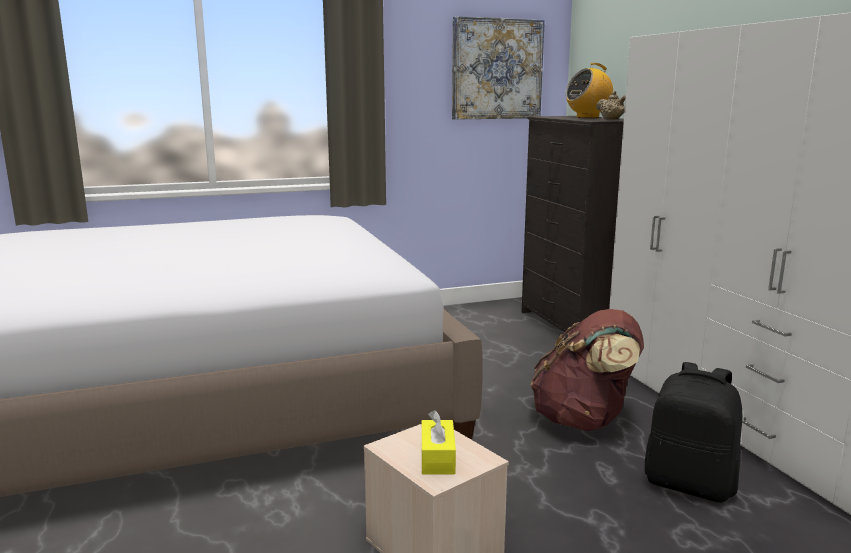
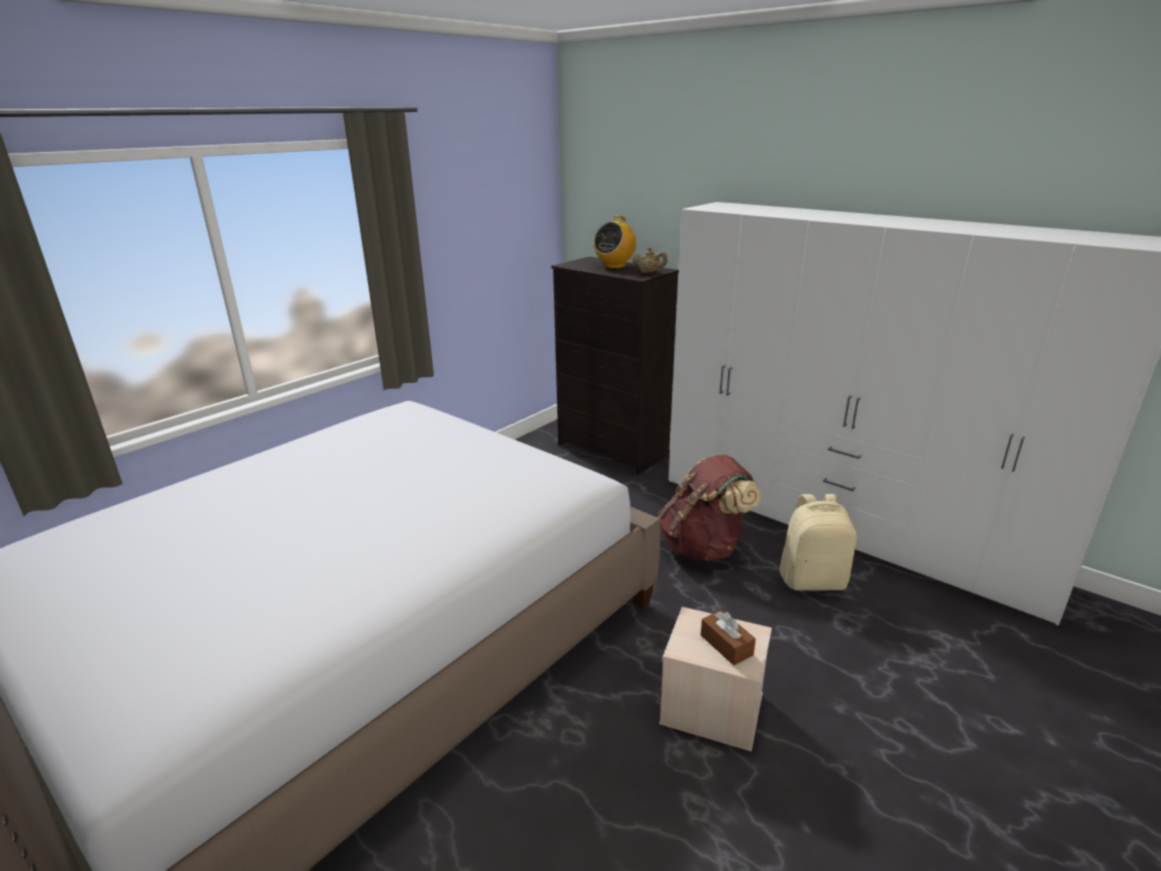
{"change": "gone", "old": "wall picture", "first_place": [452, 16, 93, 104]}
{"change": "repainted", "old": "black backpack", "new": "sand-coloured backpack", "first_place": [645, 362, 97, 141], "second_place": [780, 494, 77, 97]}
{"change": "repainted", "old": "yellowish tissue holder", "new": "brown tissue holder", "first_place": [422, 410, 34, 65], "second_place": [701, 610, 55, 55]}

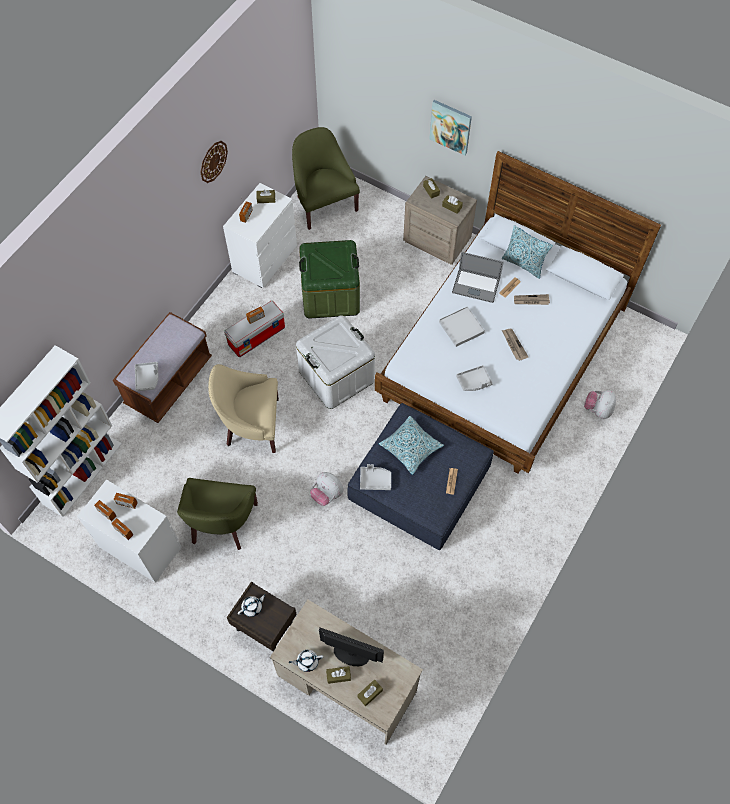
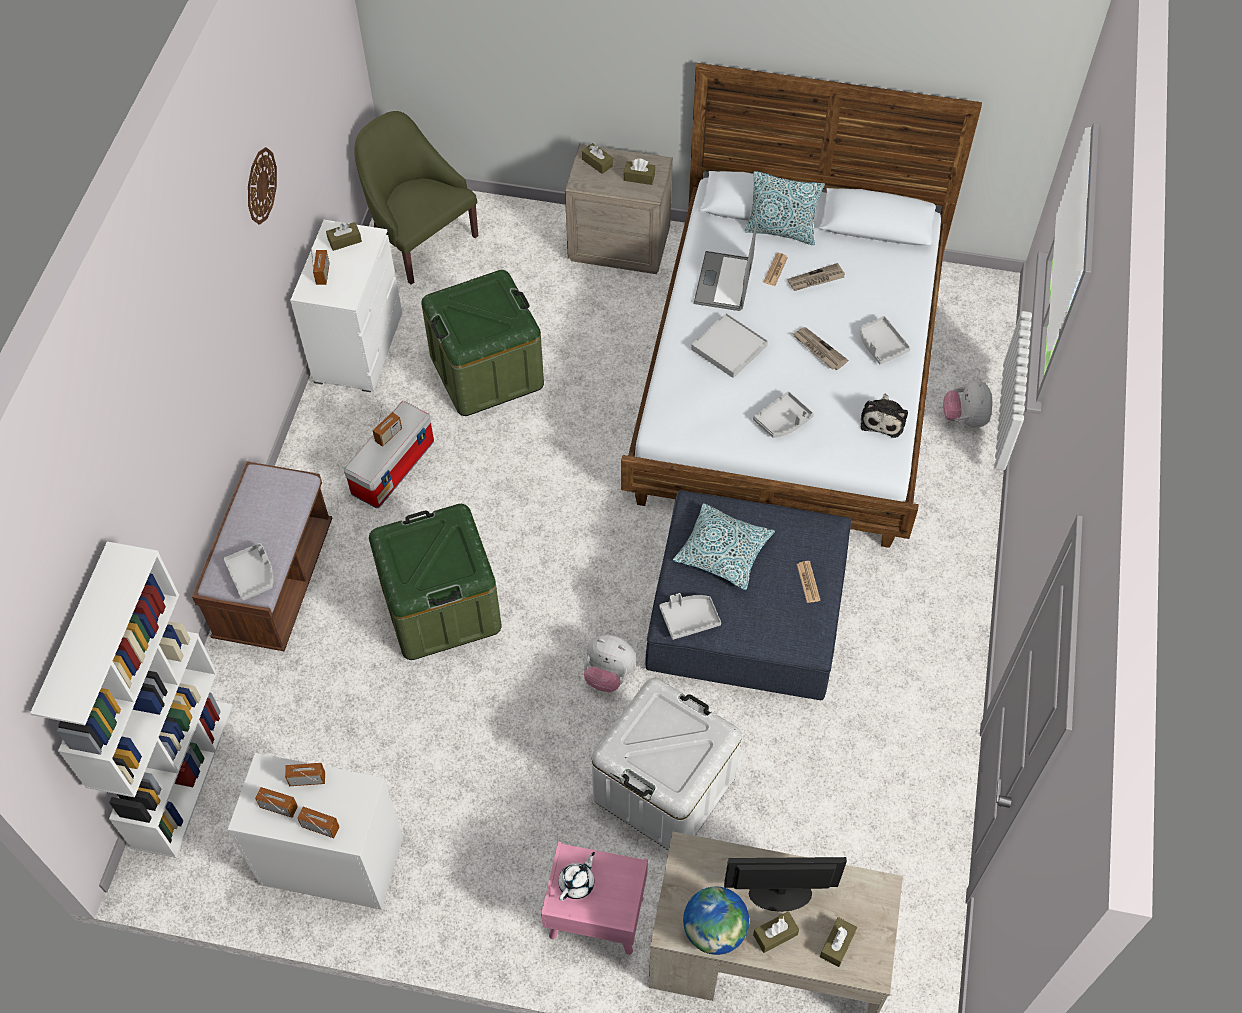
{"change": "gone", "old": "wall picture", "first_place": [429, 100, 43, 55]}
{"change": "rotated", "old": "portable computer", "first_place": [452, 252, 52, 51], "second_place": [694, 226, 63, 85], "degrees": 105}
{"change": "shifted", "old": "whitish storage container", "first_place": [296, 315, 79, 94], "second_place": [591, 678, 151, 173]}
{"change": "swapped", "old": "sand-coloured easy chair", "new": "green storage container", "first_place": [208, 364, 71, 89], "second_place": [369, 504, 133, 156]}
{"change": "gone", "old": "green easy chair", "first_place": [177, 478, 81, 72]}
{"change": "repainted", "old": "brown nightstand", "new": "pink nightstand", "first_place": [227, 581, 70, 70], "second_place": [541, 841, 107, 114]}
{"change": "swapped", "old": "whitish pot for tea", "new": "globe", "first_place": [289, 650, 35, 22], "second_place": [683, 887, 66, 68]}
{"change": "new", "new": "grey serving tray", "second_place": [860, 316, 50, 48]}
{"change": "new", "new": "cuddly toy", "second_place": [861, 393, 47, 45]}

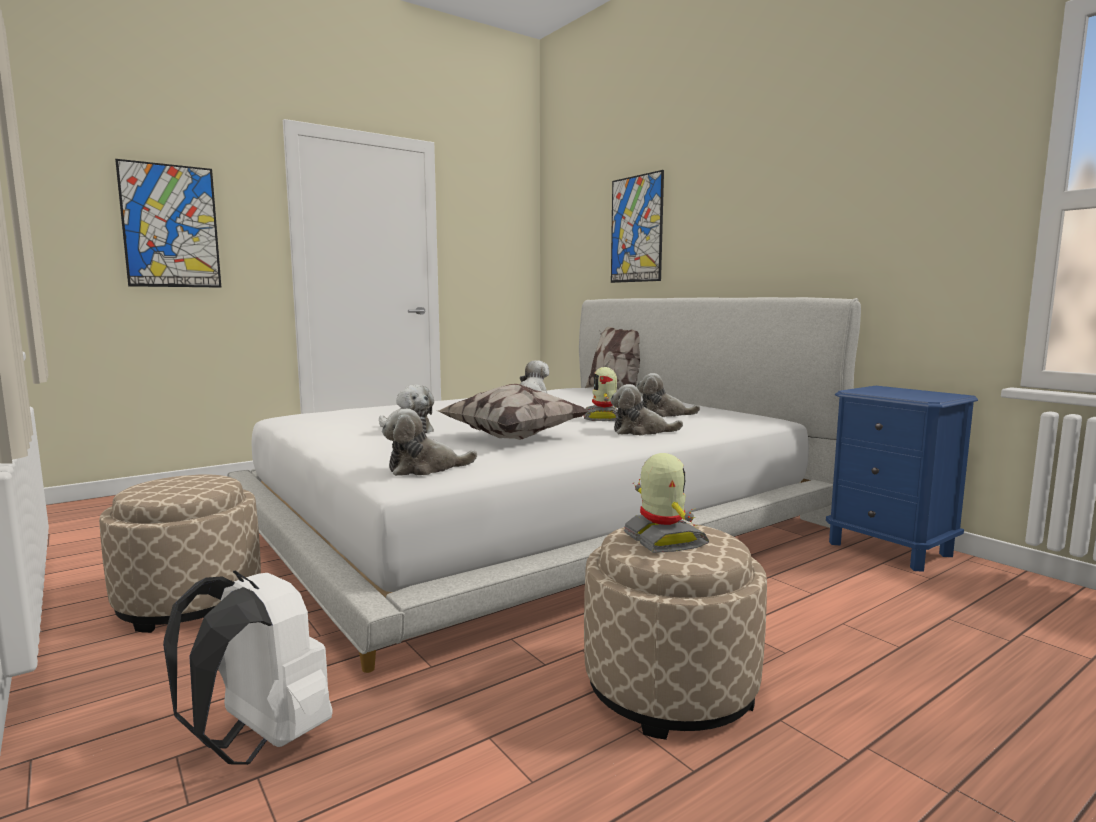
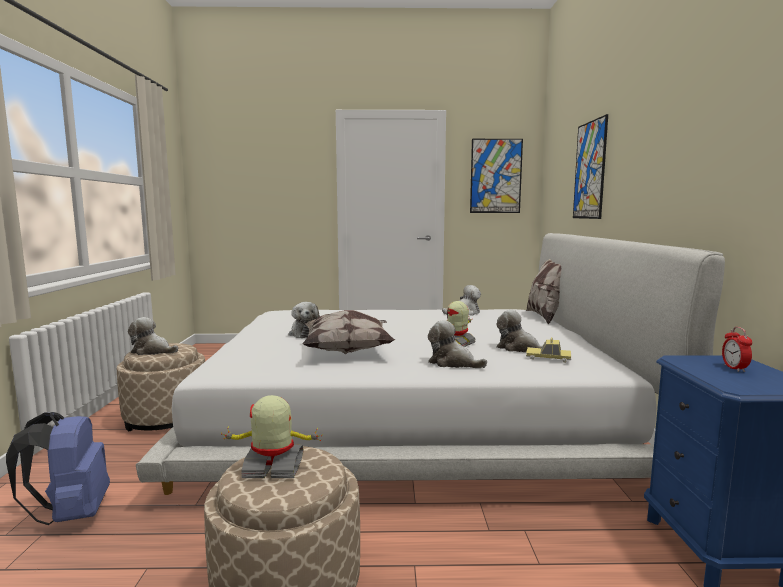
{"change": "shifted", "old": "wall picture", "first_place": [115, 159, 106, 129], "second_place": [470, 139, 53, 74]}
{"change": "shifted", "old": "cuddly toy", "first_place": [382, 409, 95, 67], "second_place": [128, 317, 50, 38]}
{"change": "rotated", "old": "model robot", "first_place": [624, 453, 85, 100], "second_place": [221, 395, 101, 83], "degrees": -105}
{"change": "repainted", "old": "whitish backpack", "new": "bluish backpack", "first_place": [163, 570, 169, 195], "second_place": [6, 412, 104, 113]}
{"change": "new", "new": "alarm clock", "second_place": [722, 327, 30, 45]}
{"change": "new", "new": "toy car", "second_place": [526, 337, 45, 26]}

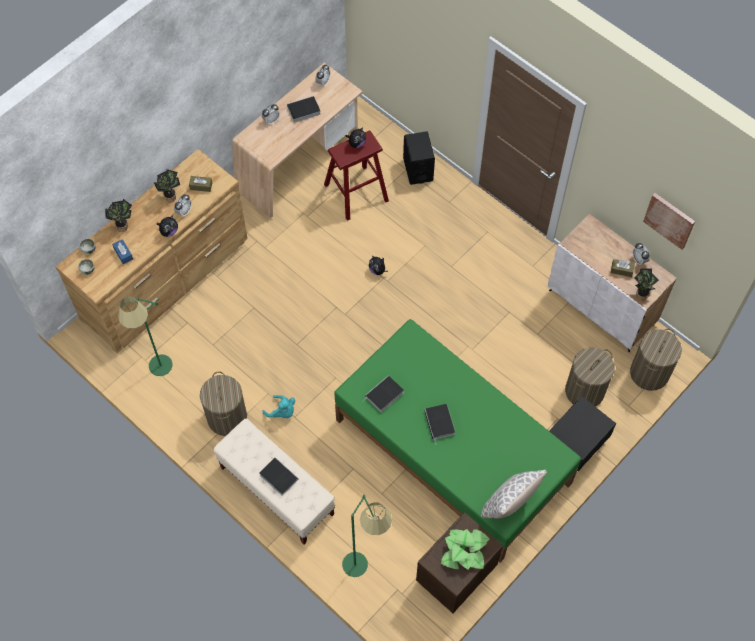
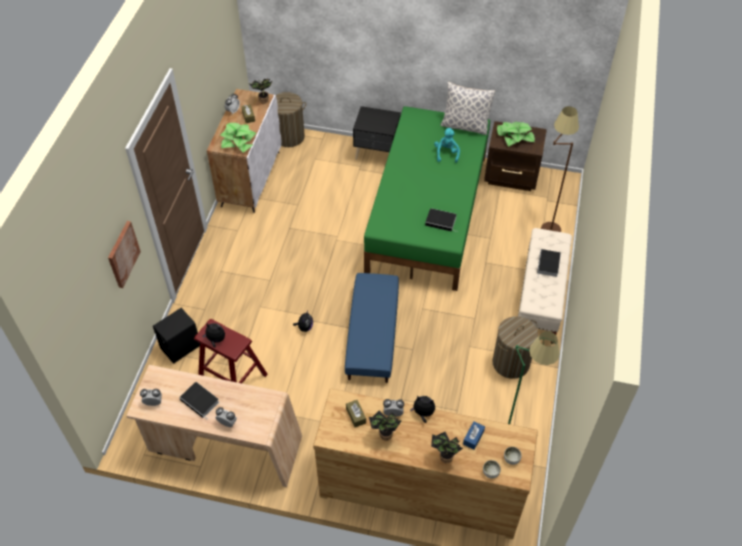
{"change": "shifted", "old": "wall picture", "first_place": [643, 193, 52, 57], "second_place": [108, 221, 33, 67]}
{"change": "gone", "old": "hamper", "first_place": [565, 348, 49, 59]}
{"change": "shifted", "old": "blue-green cuddly toy", "first_place": [262, 395, 33, 23], "second_place": [434, 128, 26, 35]}
{"change": "gone", "old": "volume", "first_place": [424, 404, 31, 41]}
{"change": "repainted", "old": "green standard lamp", "new": "brown standard lamp", "first_place": [342, 495, 50, 82], "second_place": [541, 106, 38, 126]}
{"change": "new", "new": "houseplant", "second_place": [221, 123, 35, 30]}
{"change": "new", "new": "bluish footrest", "second_place": [345, 273, 54, 110]}

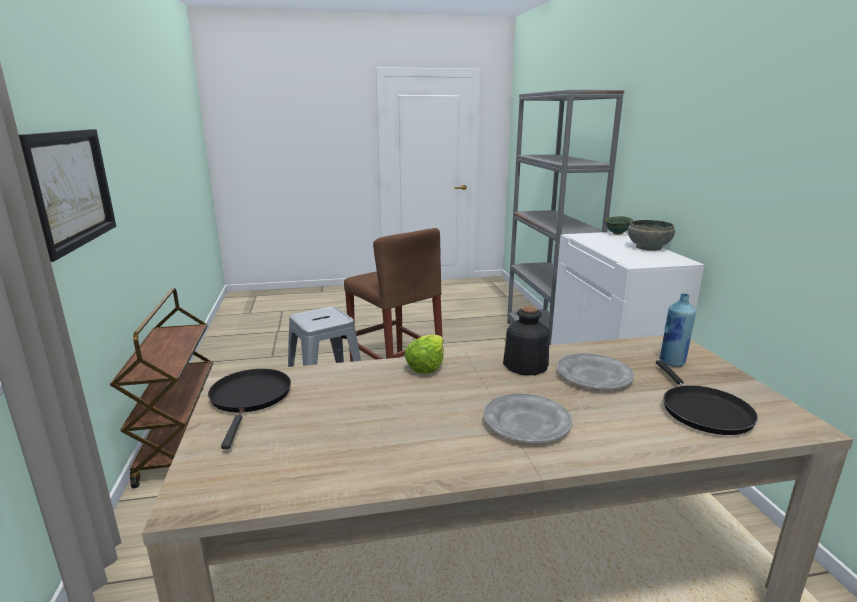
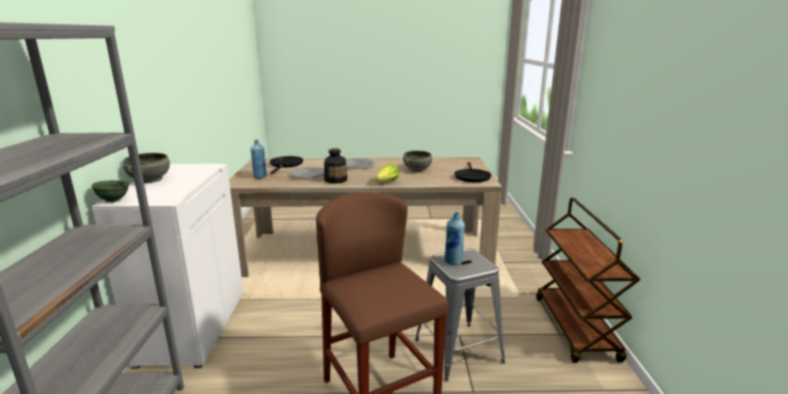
{"change": "gone", "old": "wall picture", "first_place": [19, 129, 97, 133]}
{"change": "new", "new": "grey bowl", "second_place": [403, 151, 29, 21]}
{"change": "new", "new": "bluish drink bottle", "second_place": [444, 212, 21, 53]}

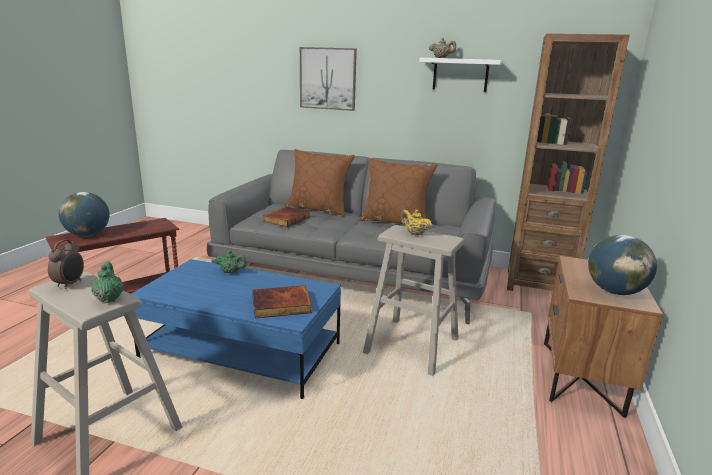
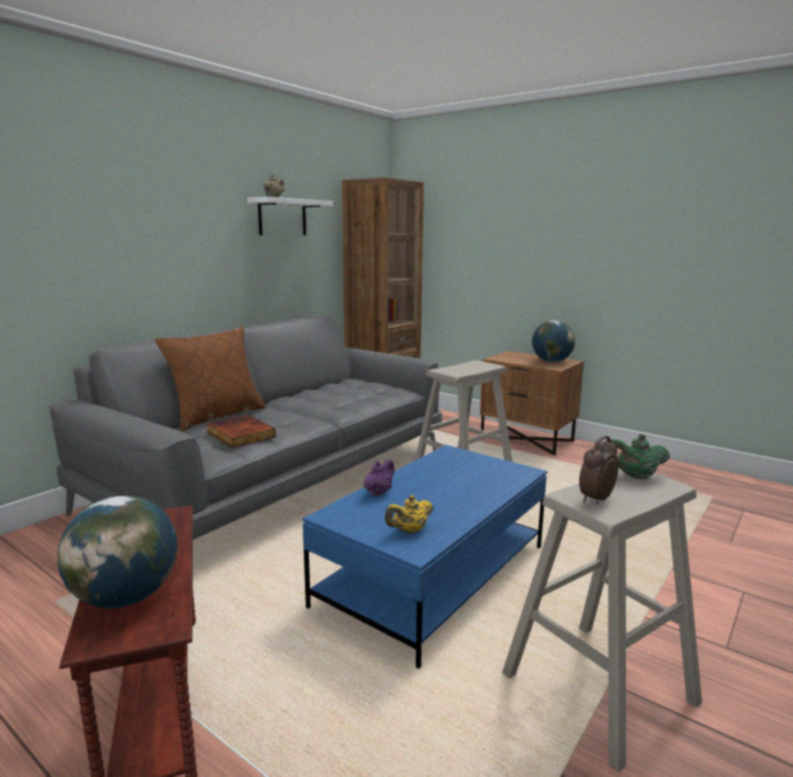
{"change": "gone", "old": "wall picture", "first_place": [300, 47, 57, 64]}
{"change": "gone", "old": "brown cushion", "first_place": [360, 158, 77, 72]}
{"change": "shifted", "old": "yellowish pot for tea", "first_place": [400, 209, 32, 26], "second_place": [385, 495, 49, 39]}
{"change": "rotated", "old": "alarm clock", "first_place": [48, 239, 36, 50], "second_place": [579, 436, 40, 69], "degrees": -75}
{"change": "repainted", "old": "green pot for tea", "new": "purplish pot for tea", "first_place": [215, 250, 32, 24], "second_place": [364, 459, 30, 37]}
{"change": "gone", "old": "volume", "first_place": [252, 285, 60, 33]}

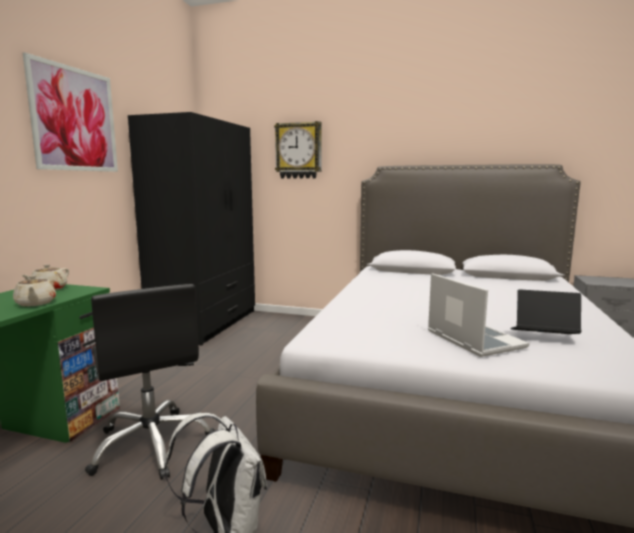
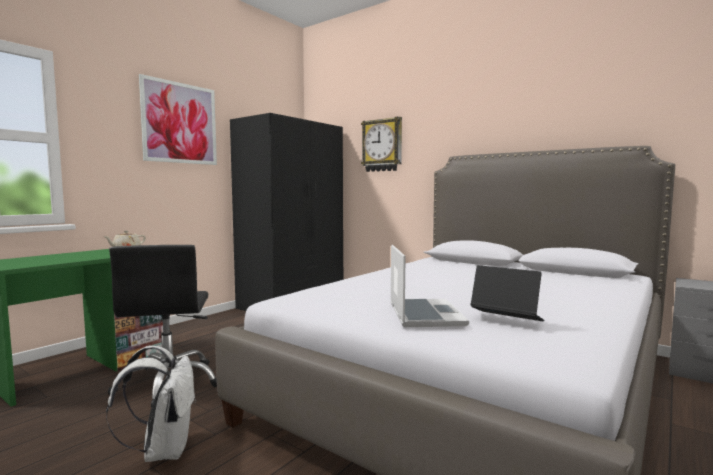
{"change": "gone", "old": "sand-coloured pot for tea", "first_place": [13, 275, 43, 31]}

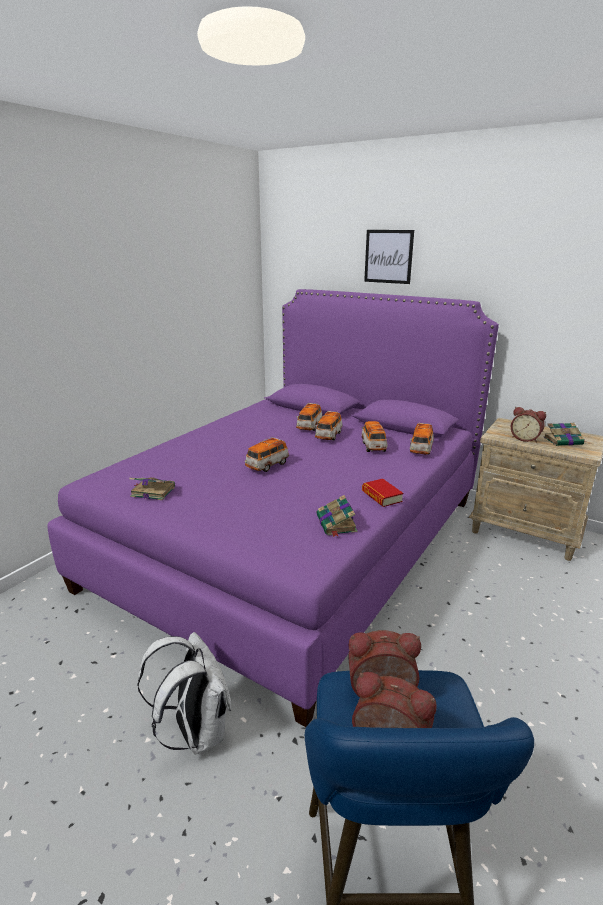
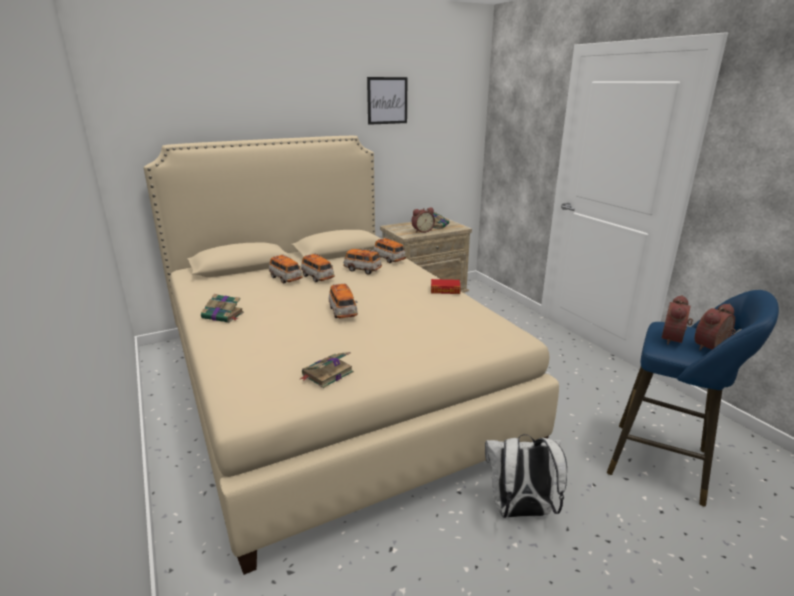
{"change": "shifted", "old": "wall picture", "first_place": [364, 230, 50, 54], "second_place": [367, 77, 40, 48]}
{"change": "repainted", "old": "purplish bed", "new": "sand-coloured bed", "first_place": [47, 289, 452, 438], "second_place": [144, 136, 415, 439]}
{"change": "shifted", "old": "volume", "first_place": [317, 495, 40, 42], "second_place": [201, 294, 43, 29]}

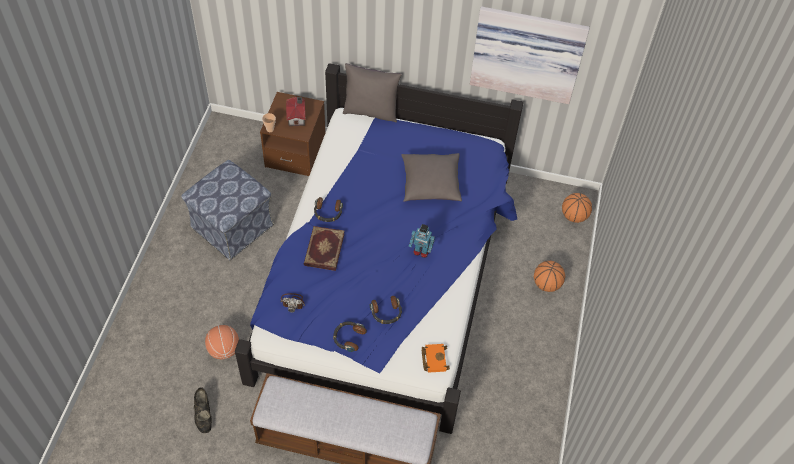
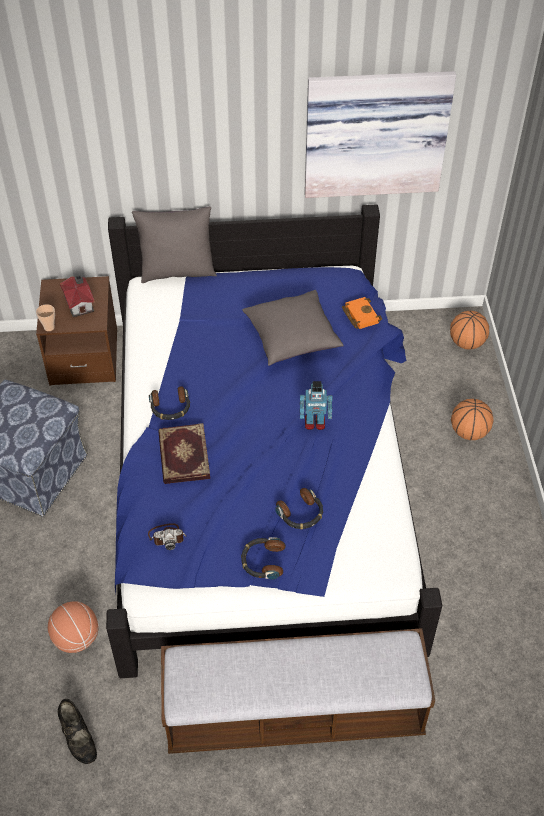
{"change": "shifted", "old": "orange volume", "first_place": [422, 344, 28, 29], "second_place": [342, 297, 40, 32]}

